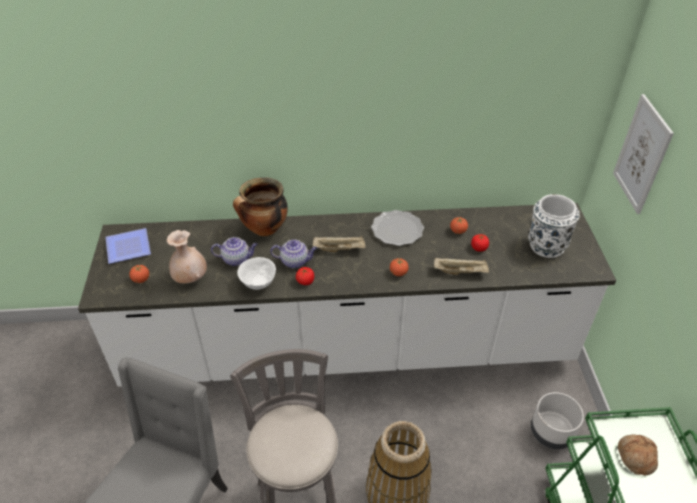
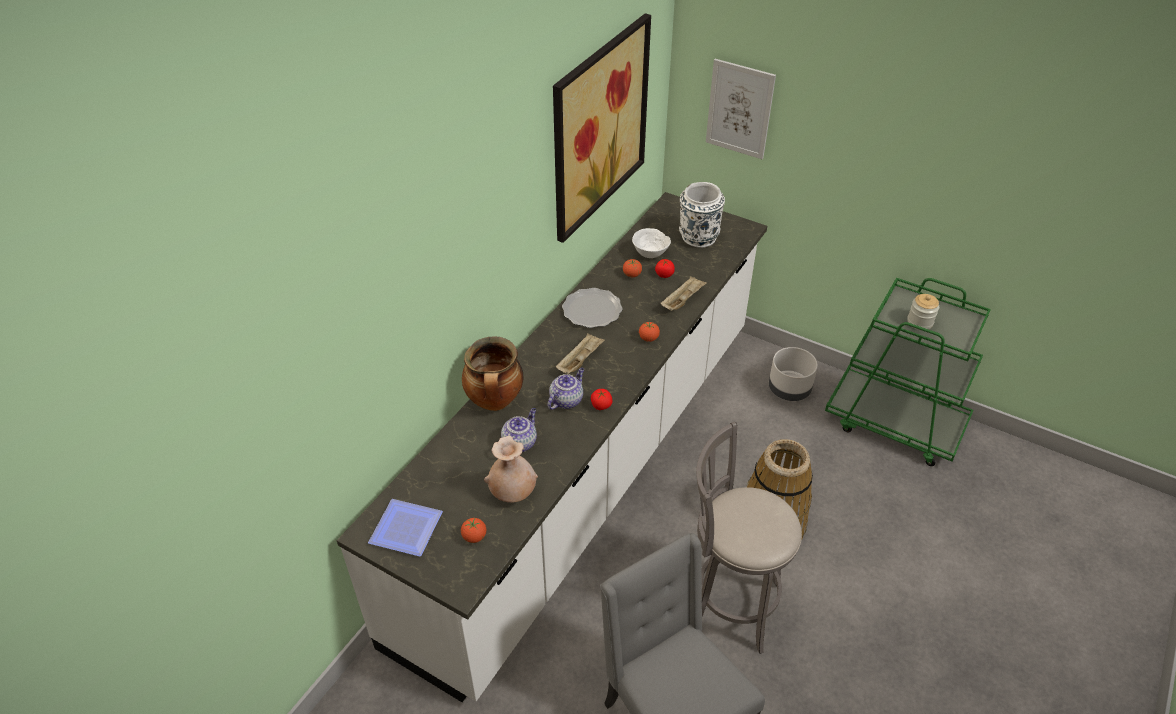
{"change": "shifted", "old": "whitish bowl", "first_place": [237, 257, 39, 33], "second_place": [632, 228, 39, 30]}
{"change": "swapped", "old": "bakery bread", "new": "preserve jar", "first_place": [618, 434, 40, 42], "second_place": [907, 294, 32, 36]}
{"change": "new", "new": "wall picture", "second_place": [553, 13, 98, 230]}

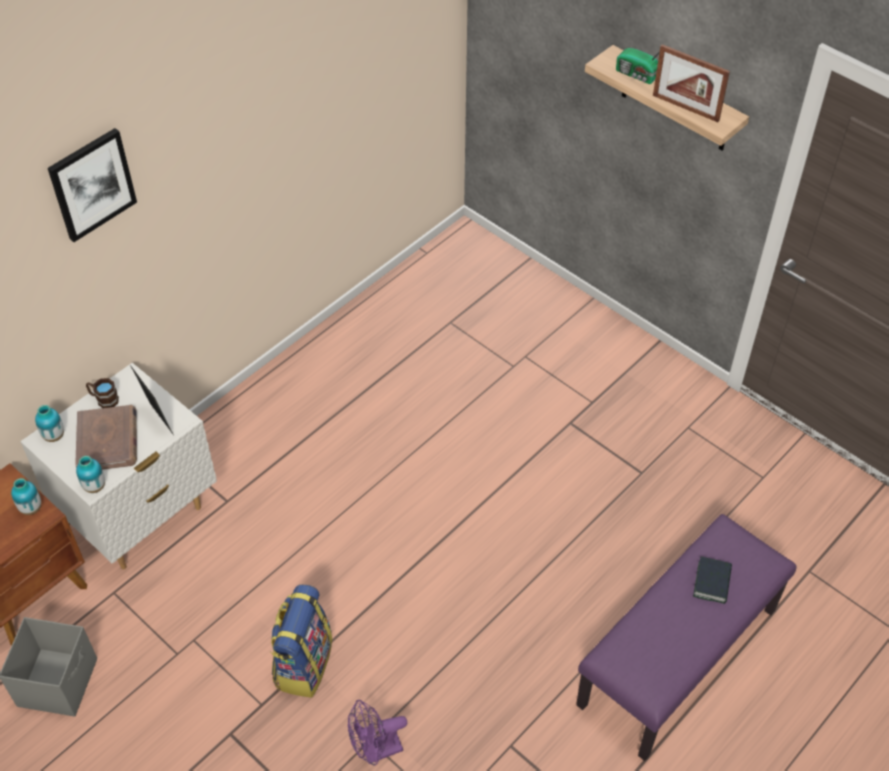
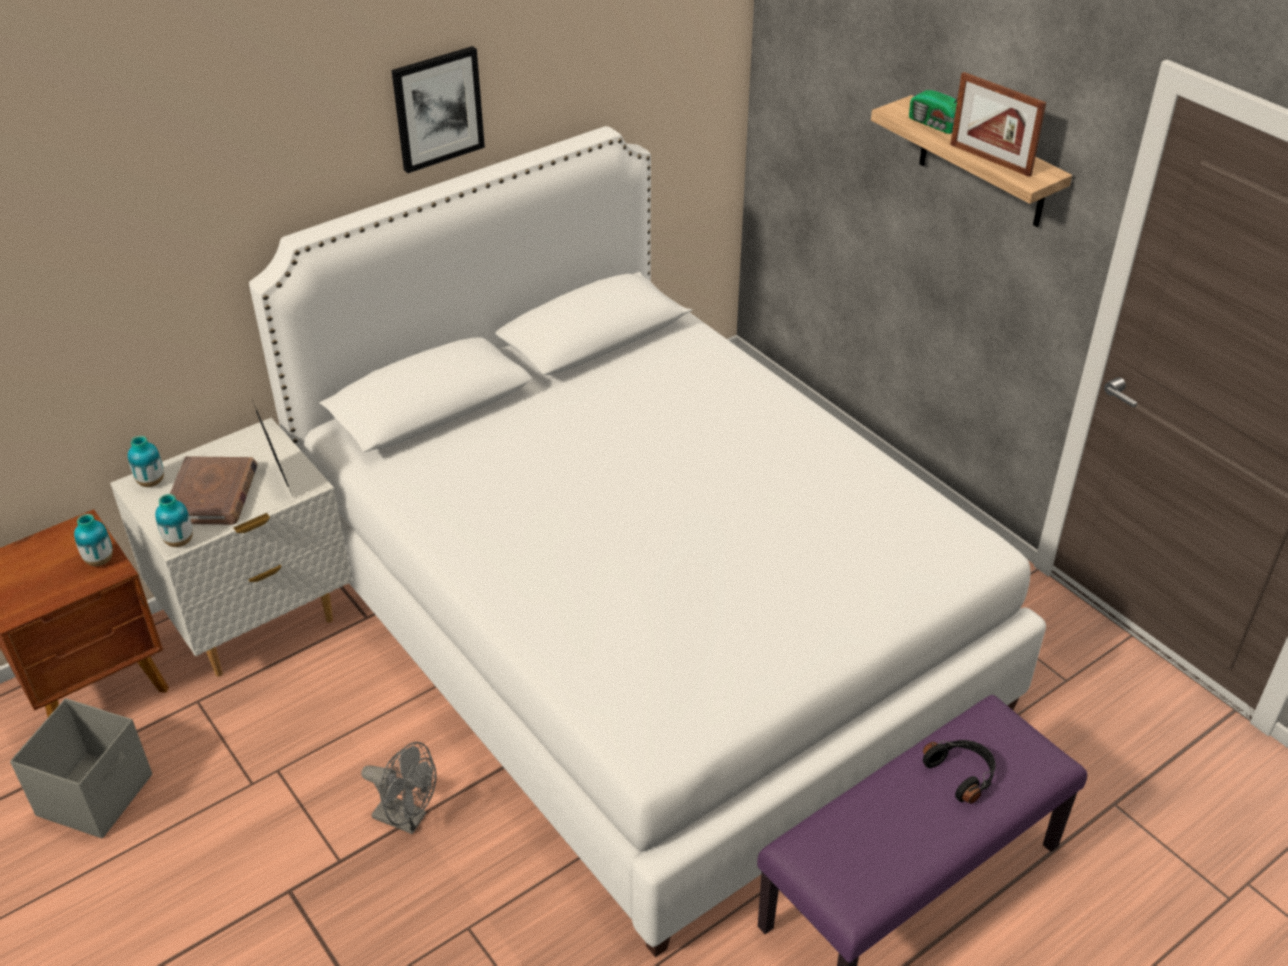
{"change": "shifted", "old": "wall picture", "first_place": [48, 128, 89, 114], "second_place": [392, 46, 93, 127]}
{"change": "gone", "old": "brown mug", "first_place": [86, 378, 33, 30]}
{"change": "swapped", "old": "volume", "new": "black headphones", "first_place": [693, 557, 39, 47], "second_place": [923, 740, 73, 64]}
{"change": "swapped", "old": "backpack", "new": "grey cooling fan", "first_place": [270, 585, 62, 113], "second_place": [361, 742, 75, 92]}
{"change": "gone", "old": "purplish cooling fan", "first_place": [348, 700, 59, 66]}
{"change": "new", "new": "whitish bed", "second_place": [249, 126, 797, 831]}

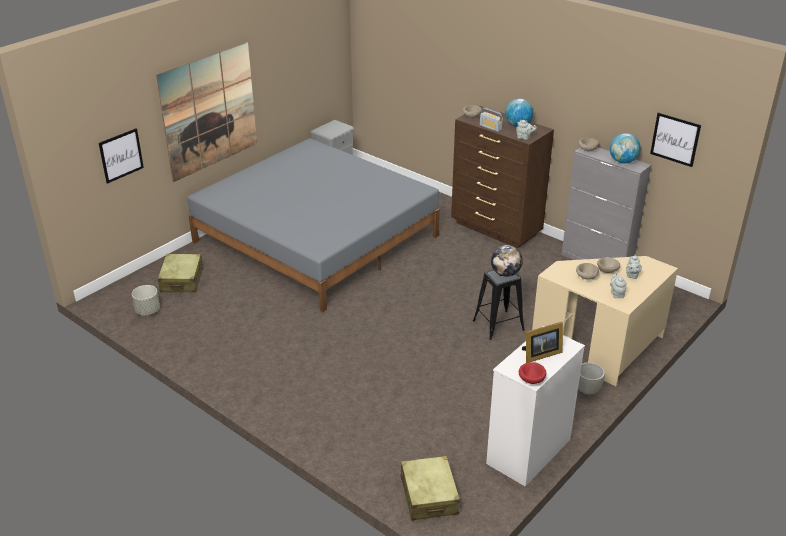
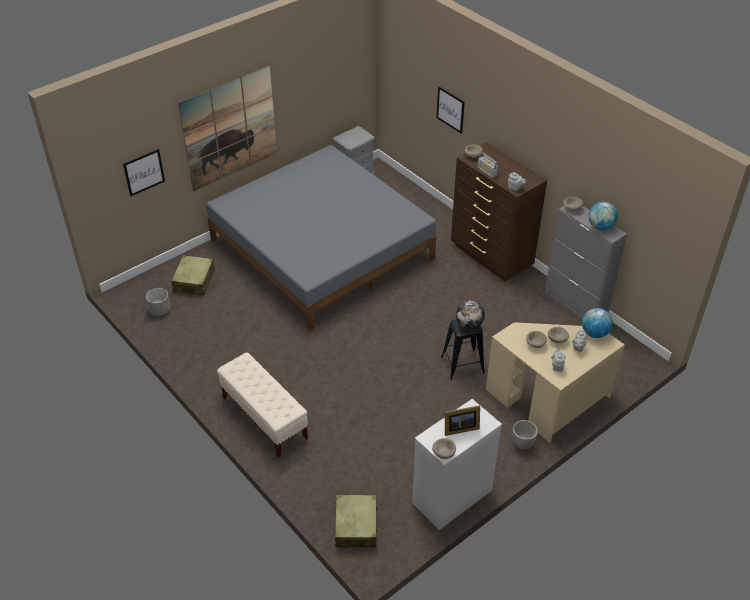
{"change": "shifted", "old": "globe", "first_place": [505, 99, 28, 28], "second_place": [582, 308, 31, 30]}
{"change": "shifted", "old": "wall picture", "first_place": [650, 112, 51, 55], "second_place": [437, 86, 28, 48]}
{"change": "repainted", "old": "red-coloured bowl", "new": "sand-coloured bowl", "first_place": [519, 362, 27, 22], "second_place": [432, 438, 24, 21]}
{"change": "new", "new": "sand-coloured long seat", "second_place": [217, 352, 91, 105]}

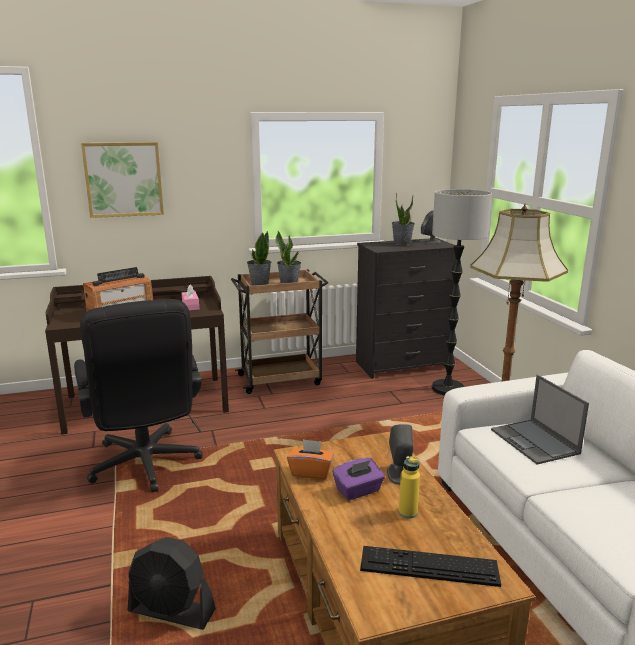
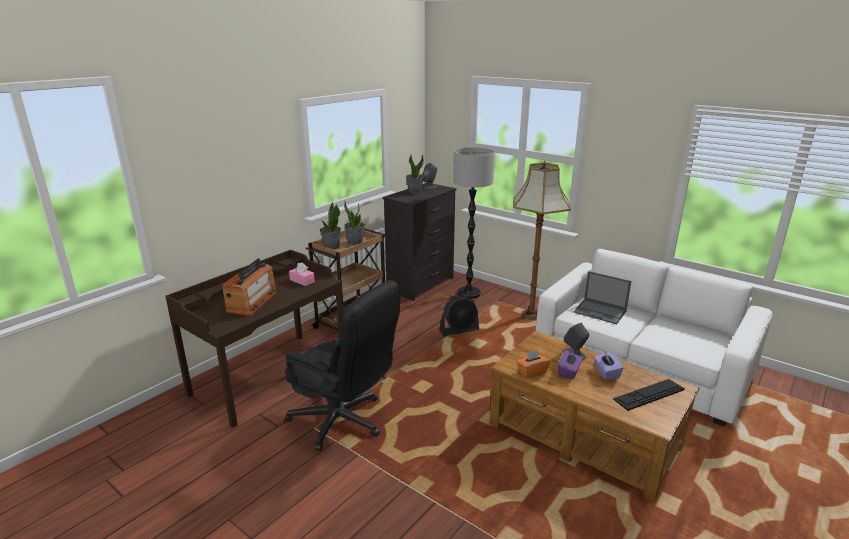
{"change": "gone", "old": "wall picture", "first_place": [81, 142, 83, 76]}
{"change": "swapped", "old": "yellowish drink bottle", "new": "purplish tissue holder", "first_place": [399, 456, 21, 63], "second_place": [594, 351, 29, 29]}
{"change": "shifted", "old": "black cooling fan", "first_place": [128, 537, 88, 93], "second_place": [439, 296, 40, 41]}

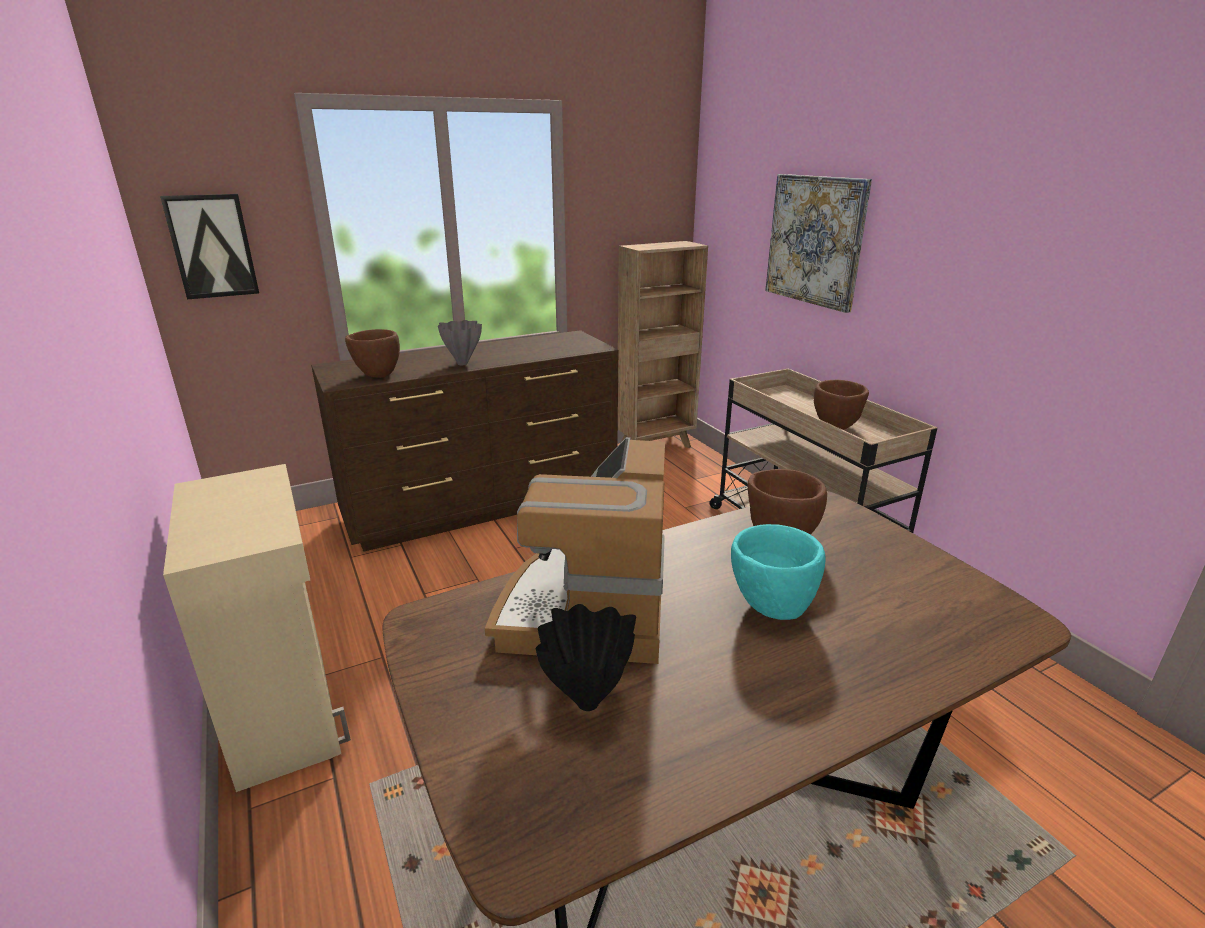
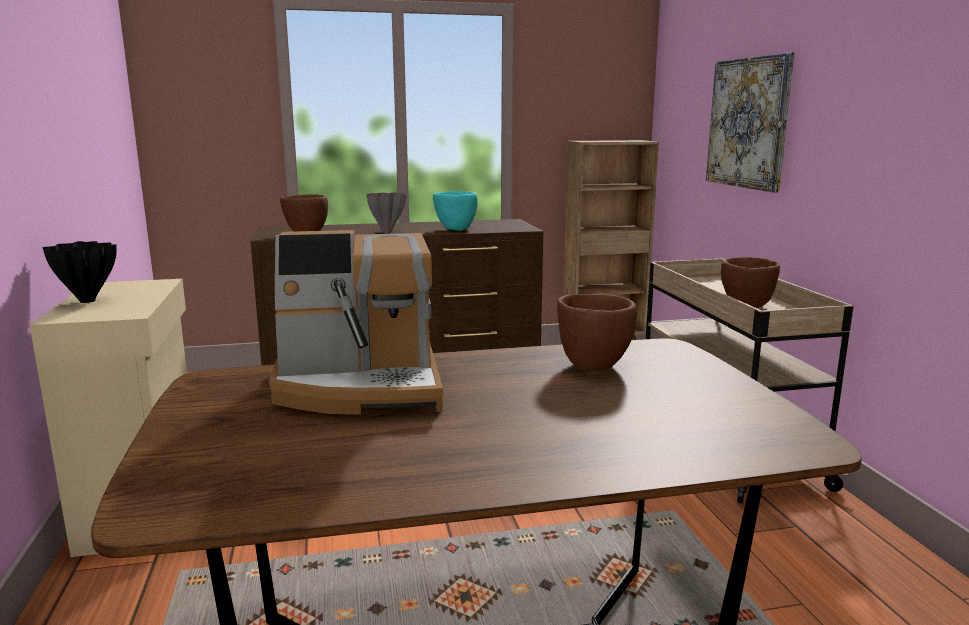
{"change": "gone", "old": "wall picture", "first_place": [160, 194, 99, 105]}
{"change": "rotated", "old": "coffee machine", "first_place": [485, 437, 180, 227], "second_place": [269, 230, 174, 185], "degrees": -120}
{"change": "shifted", "old": "blue-green bowl", "first_place": [731, 524, 95, 96], "second_place": [433, 191, 45, 40]}
{"change": "shifted", "old": "black decorative vase", "first_place": [536, 604, 100, 107], "second_place": [42, 241, 75, 62]}

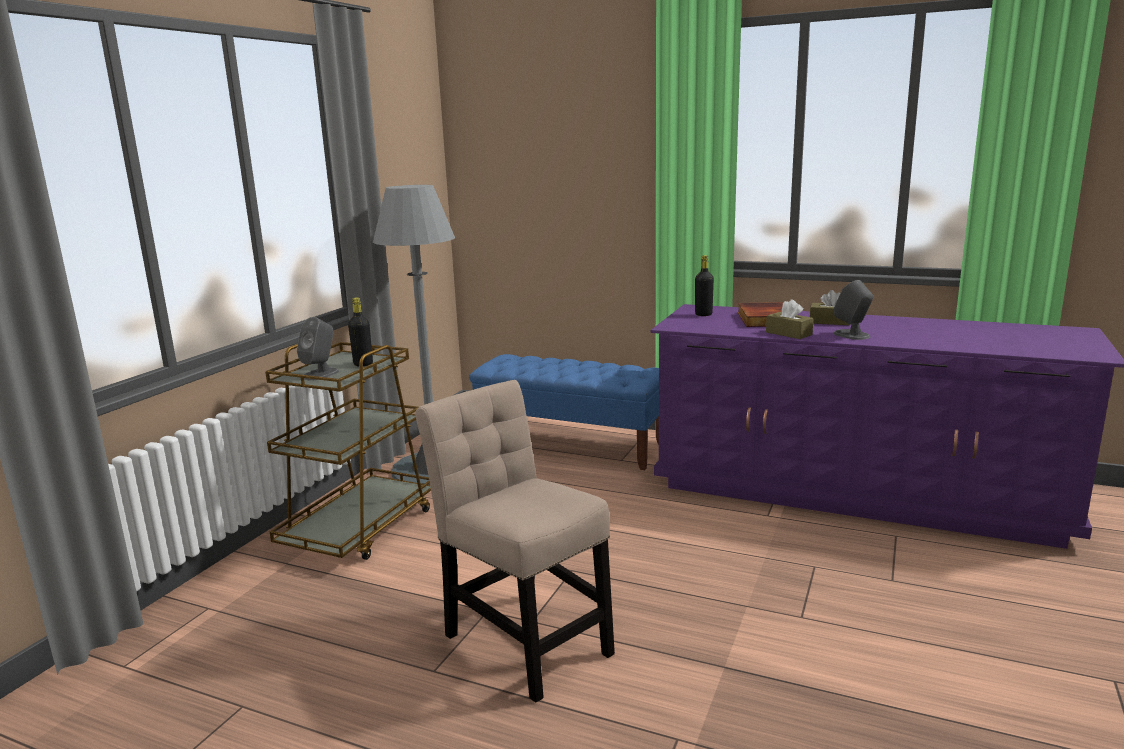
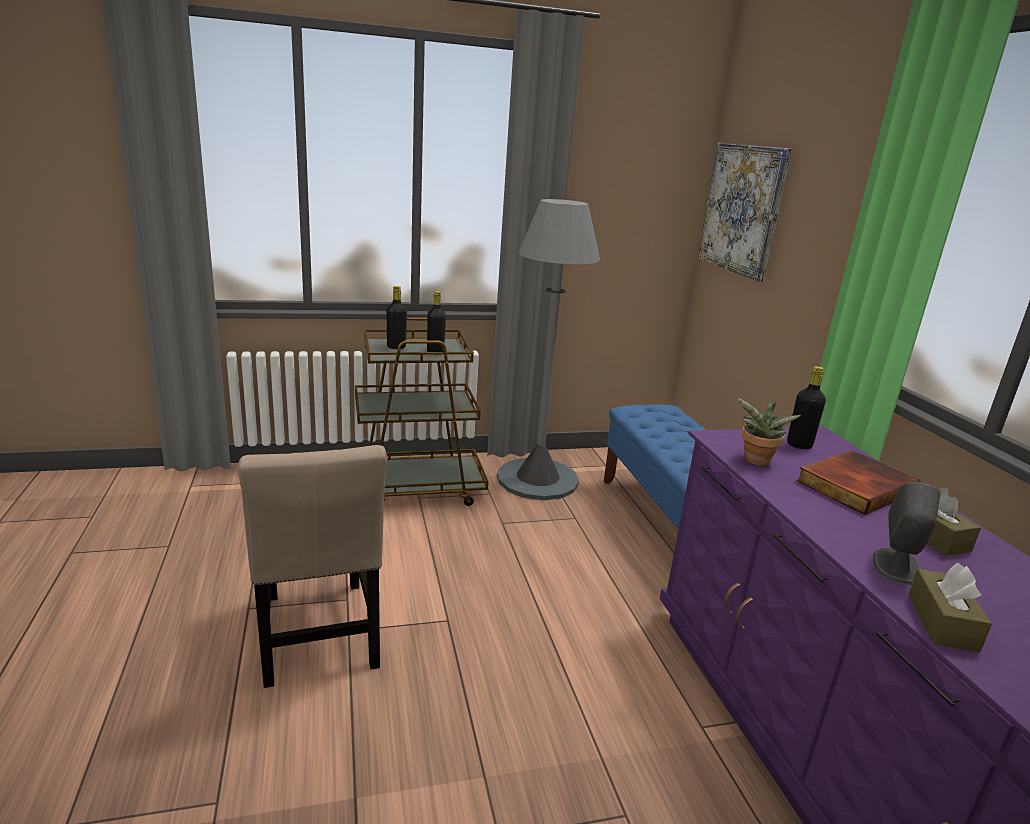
{"change": "shifted", "old": "brown tissue holder", "first_place": [766, 299, 47, 40], "second_place": [908, 563, 84, 90]}
{"change": "swapped", "old": "grey audio speaker", "new": "black drink bottle", "first_place": [297, 317, 42, 63], "second_place": [386, 286, 21, 63]}
{"change": "rotated", "old": "sand-coloured chair", "first_place": [415, 380, 200, 323], "second_place": [238, 445, 149, 243], "degrees": 150}
{"change": "new", "new": "wall picture", "second_place": [698, 143, 94, 139]}
{"change": "new", "new": "houseplant", "second_place": [735, 397, 66, 69]}

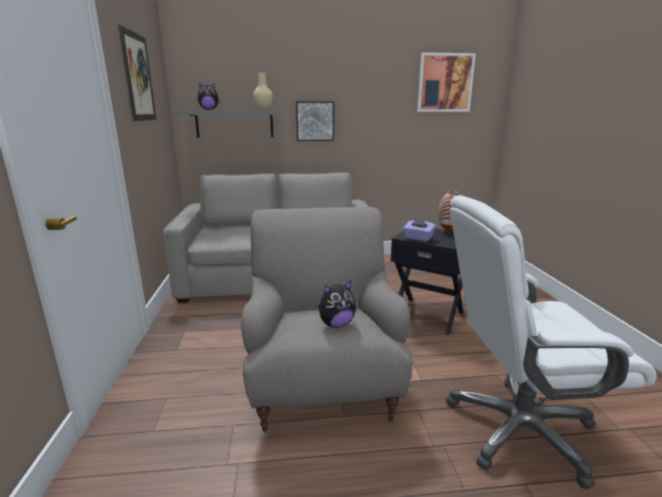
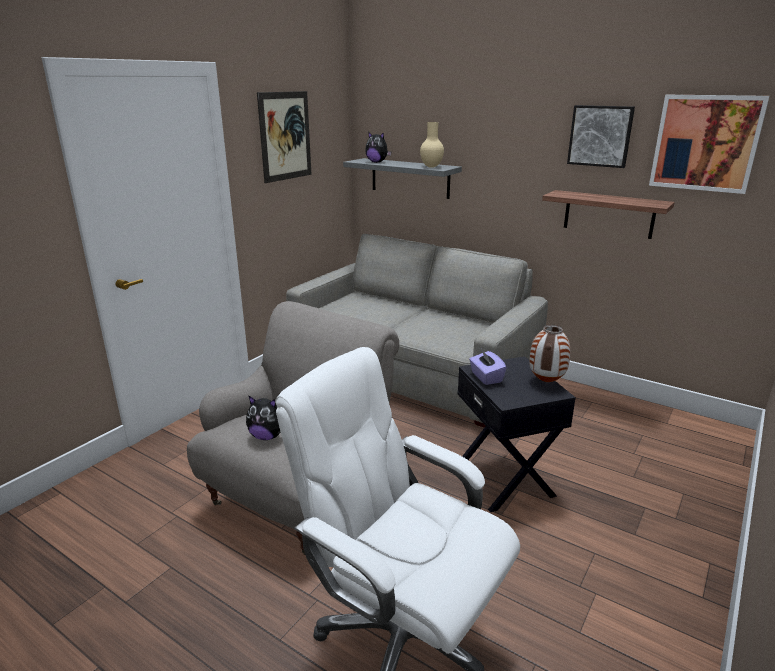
{"change": "shifted", "old": "wall picture", "first_place": [296, 101, 38, 40], "second_place": [567, 105, 68, 63]}
{"change": "new", "new": "wall shelf", "second_place": [542, 190, 133, 49]}

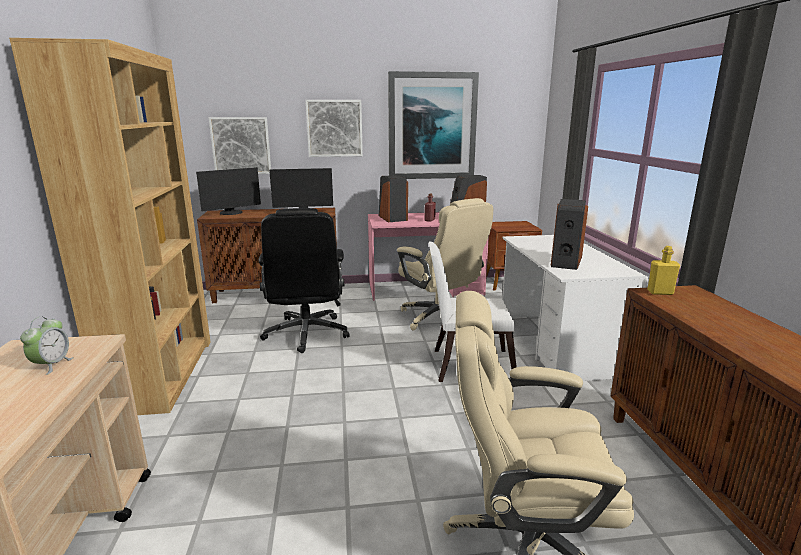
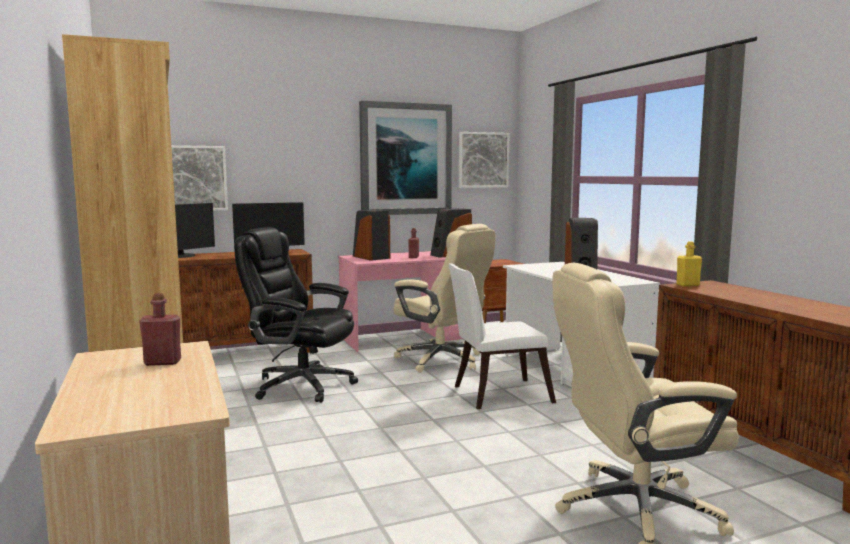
{"change": "shifted", "old": "wall picture", "first_place": [305, 100, 58, 57], "second_place": [459, 132, 51, 56]}
{"change": "rotated", "old": "black desk chair", "first_place": [259, 208, 91, 145], "second_place": [234, 227, 124, 176], "degrees": 135}
{"change": "swapped", "old": "alarm clock", "new": "red-coloured drink bottle", "first_place": [20, 316, 54, 59], "second_place": [139, 293, 42, 73]}

